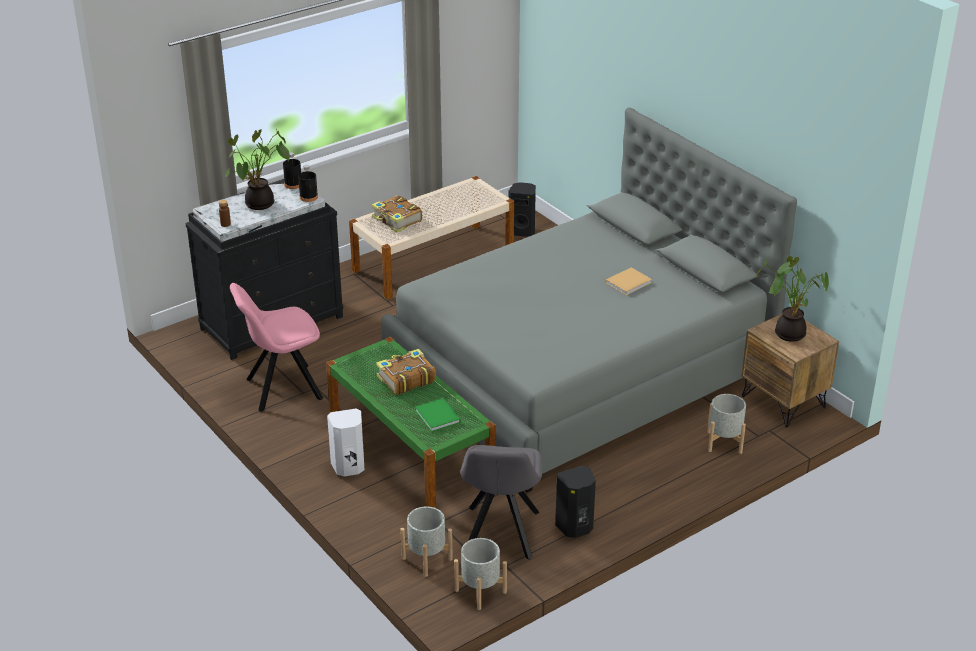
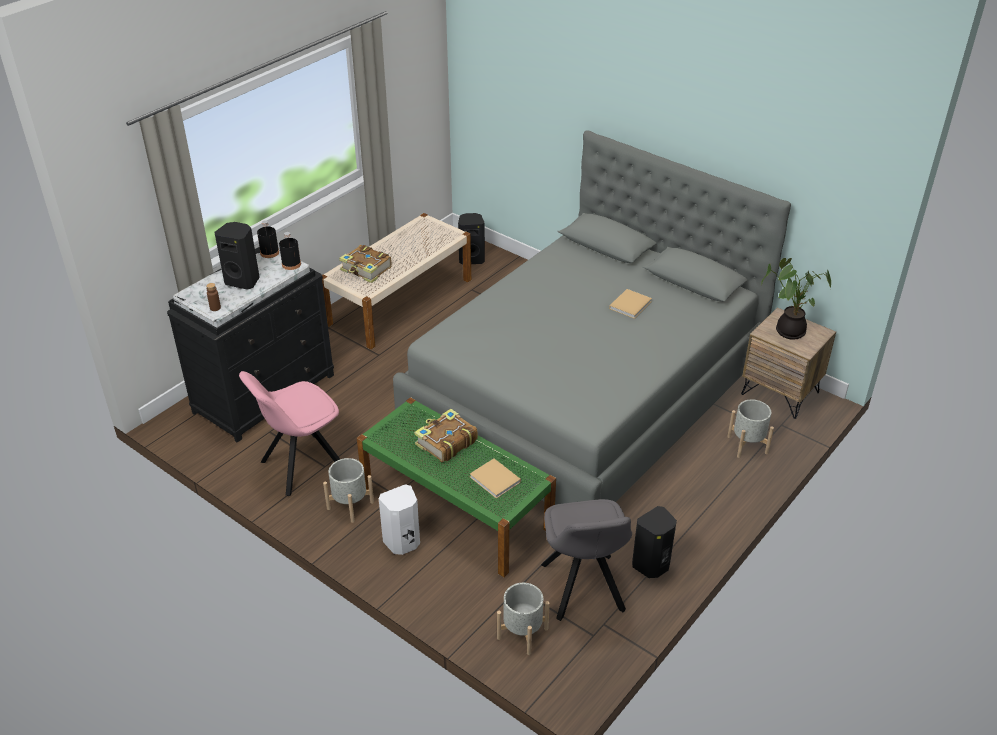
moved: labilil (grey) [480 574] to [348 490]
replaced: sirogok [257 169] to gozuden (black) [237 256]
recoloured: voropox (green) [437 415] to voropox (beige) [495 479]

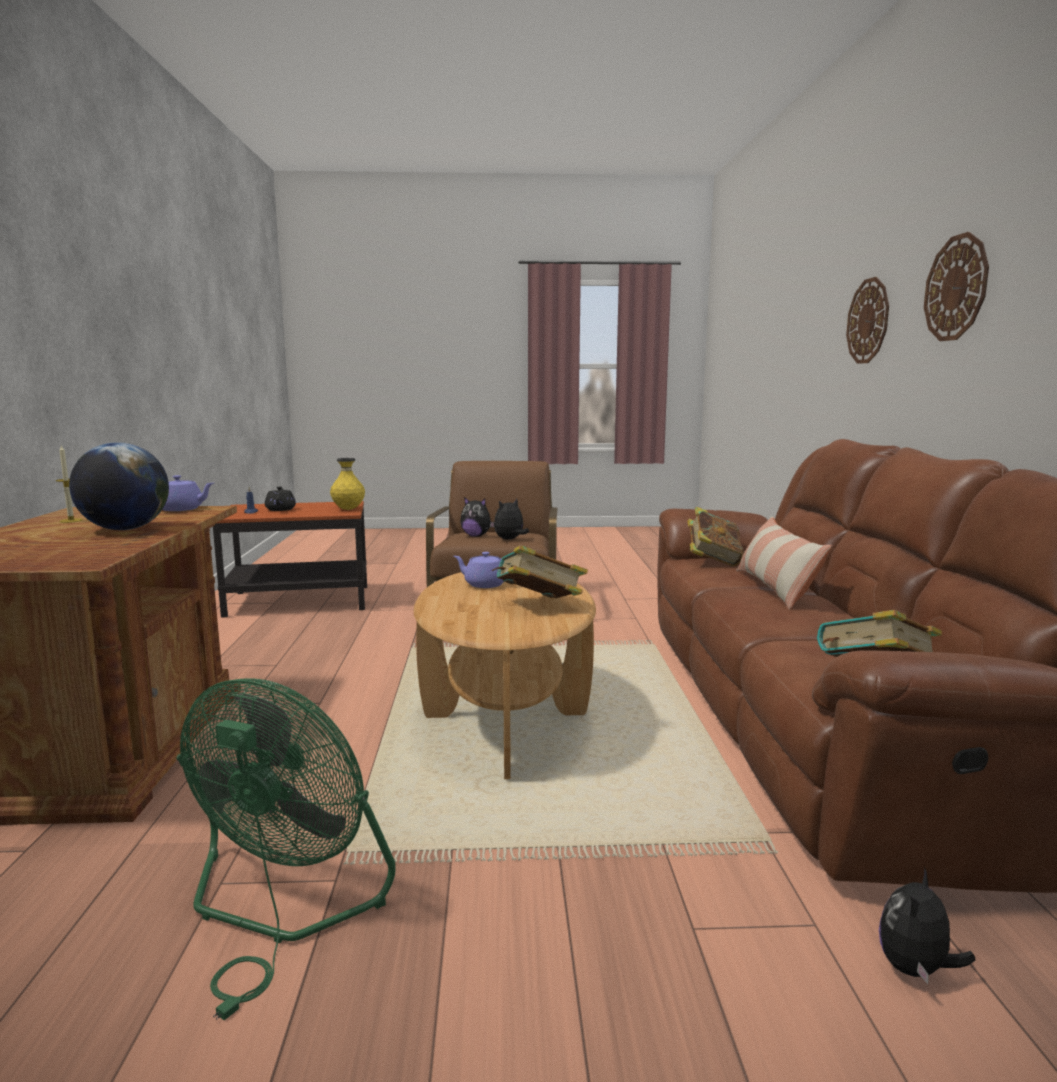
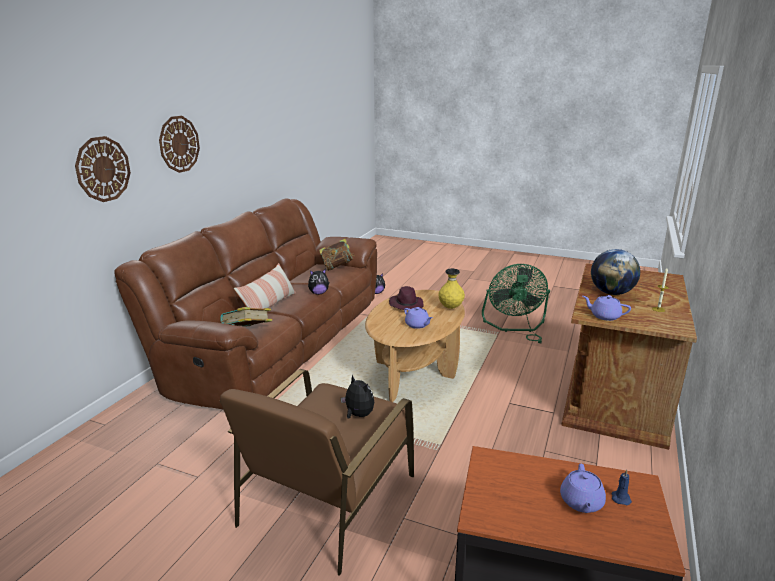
moved: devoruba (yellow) [347 484] to [451 289]; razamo [511 519] to [318 282]
replaced: voropox [540 571] to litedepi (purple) [406 298]
recoloured: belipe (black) [280 499] to belipe (purple) [583 488]
turned: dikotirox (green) [286 849] = [516 303] 135 degrees clockwise

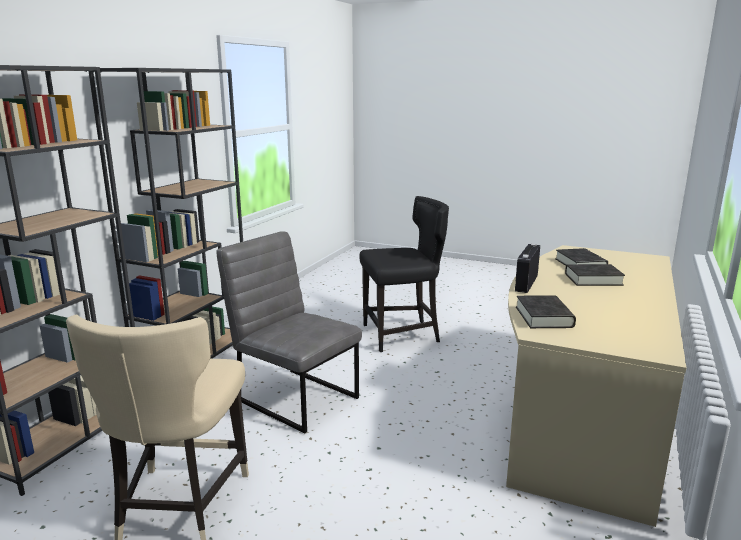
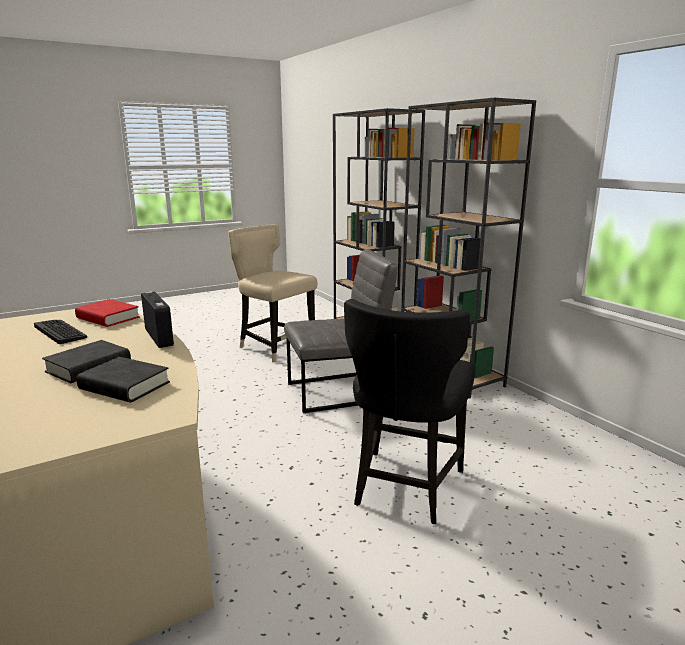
added: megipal [60 332]
recoloured: voropox (black) [546 311] to voropox (red) [107 313]

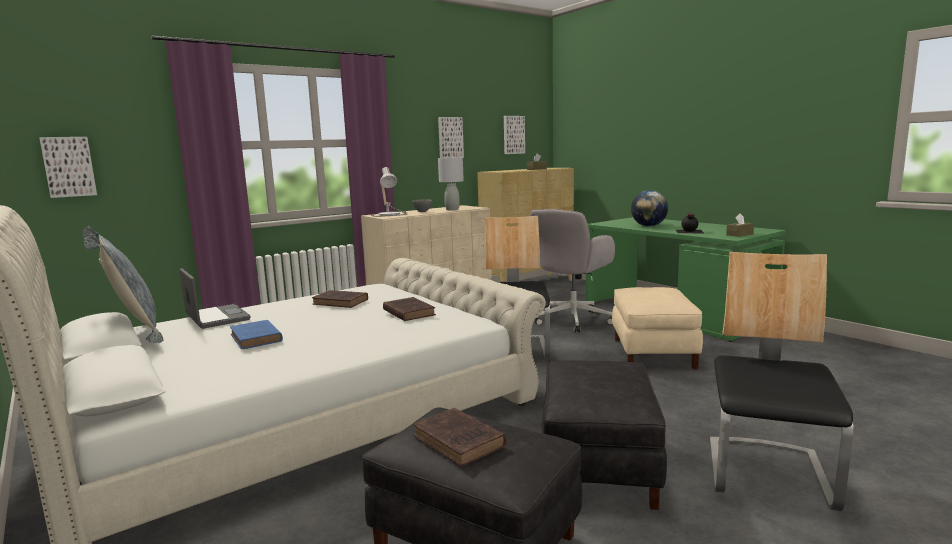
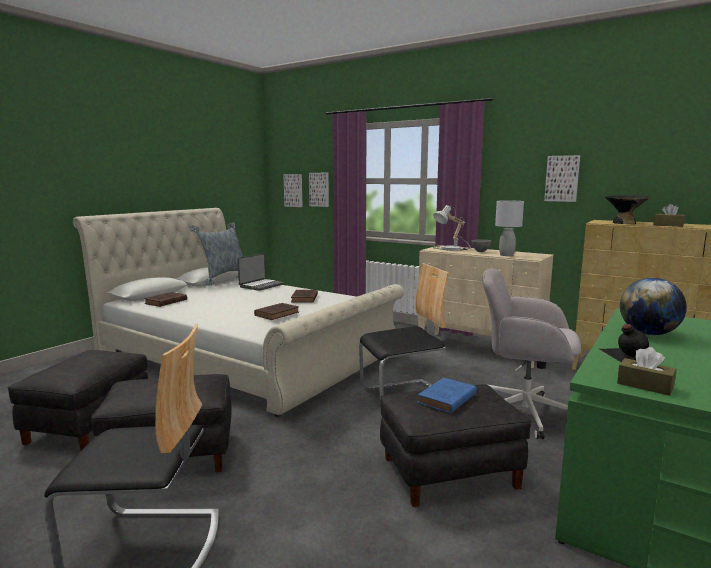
added: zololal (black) [627 209]
moved: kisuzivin [514 135] to [319 190]; voropox (blue) [256 334] to [447 395]; voropox (brown) [459 437] to [165 299]
recoloured: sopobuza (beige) [657 328] to sopobuza (black) [455 445]

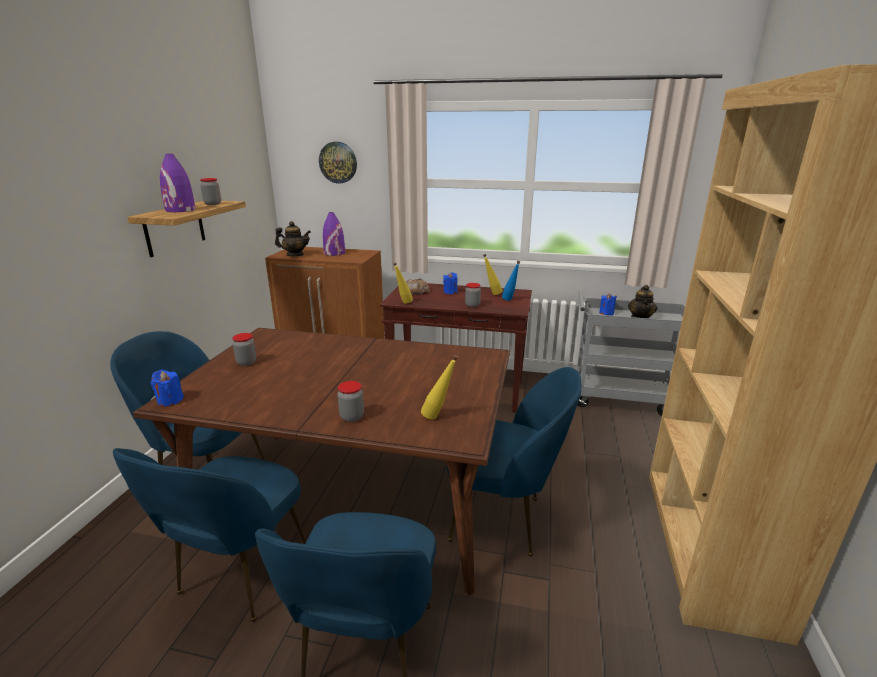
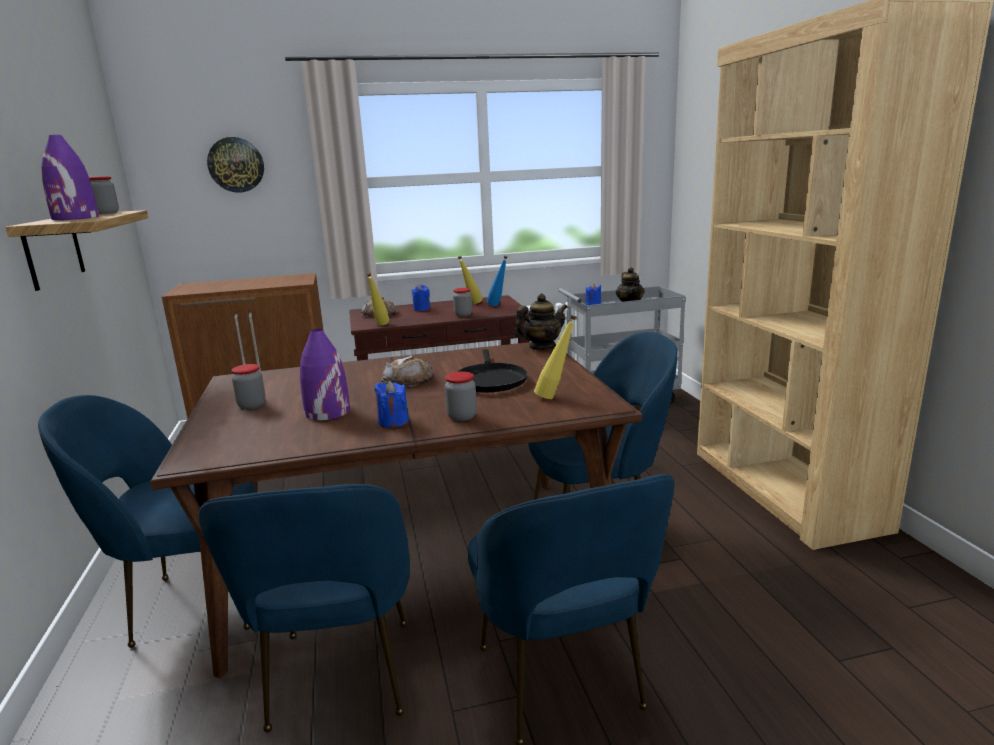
added: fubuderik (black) [492 370]; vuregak [407 371]
moved: devoruba (purple) [334 234] to [325 374]; belipe [293 238] to [541 322]; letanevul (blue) [167 388] to [392 404]

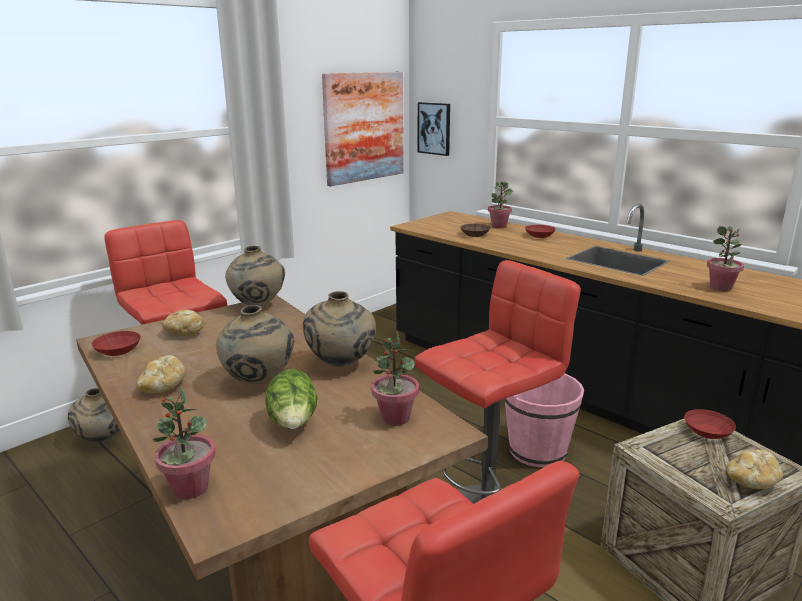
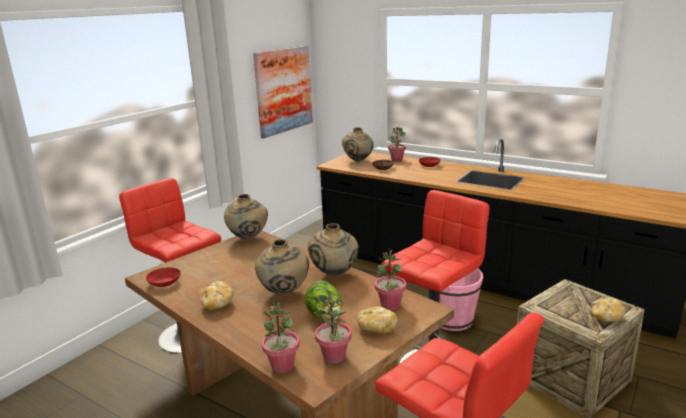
removed: kisuzivin [434 129]; zololal (red) [710 424]
moved: sirogok [725 258] to [333 328]; vuregak [183 323] to [377 319]; devoruba (beige) [94 415] to [357 144]

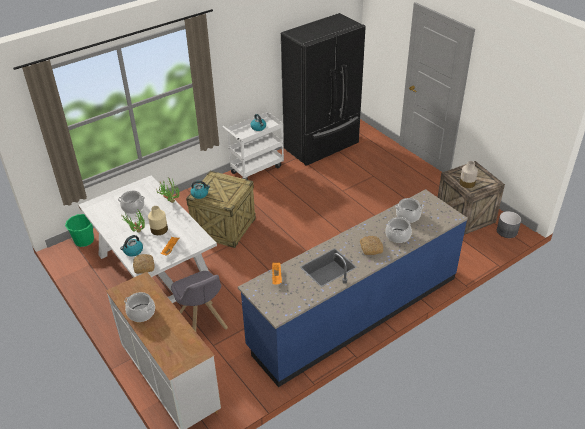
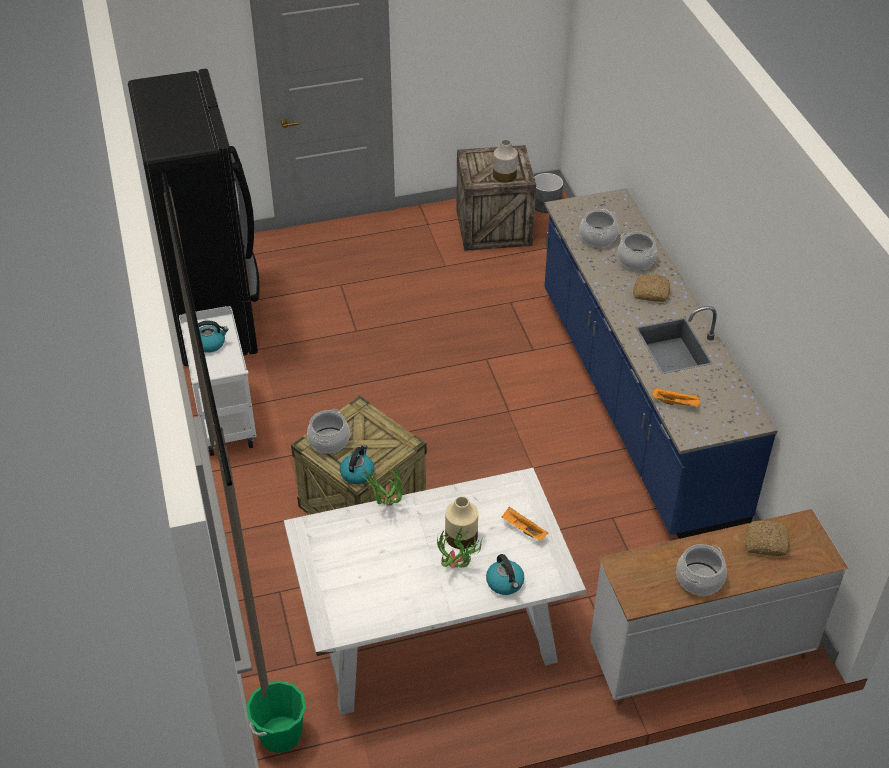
removed: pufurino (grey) [199 301]
moved: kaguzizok [131 202] to [328 431]; vuregak [144 264] to [766 538]

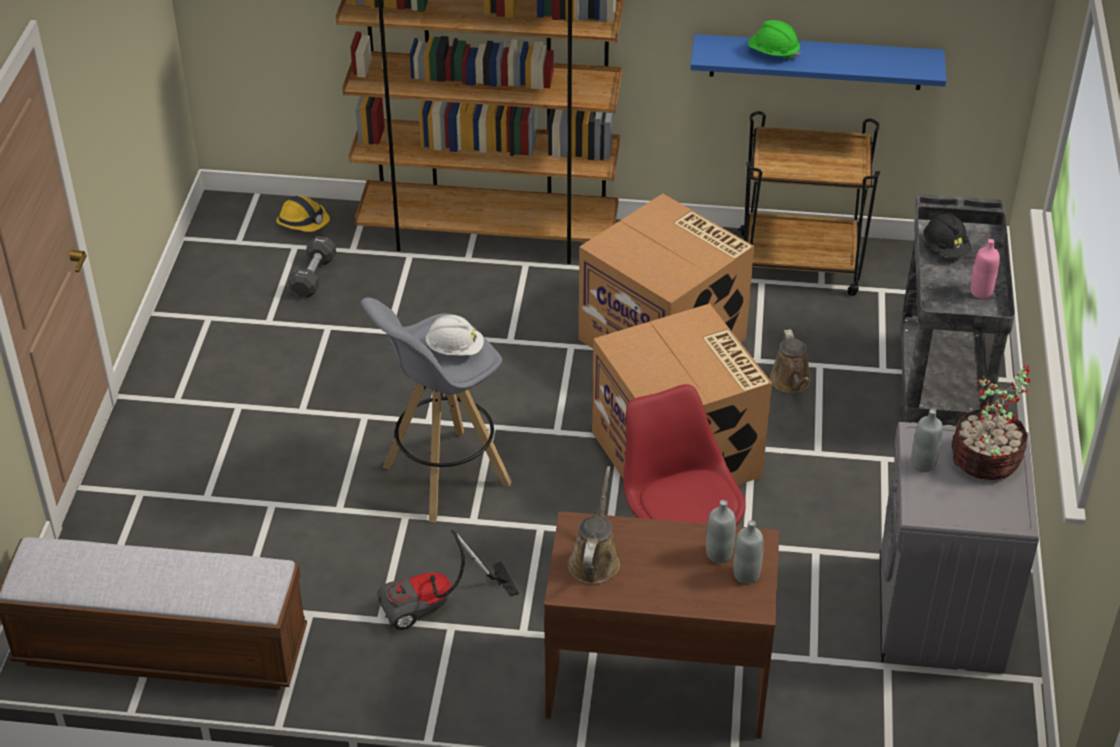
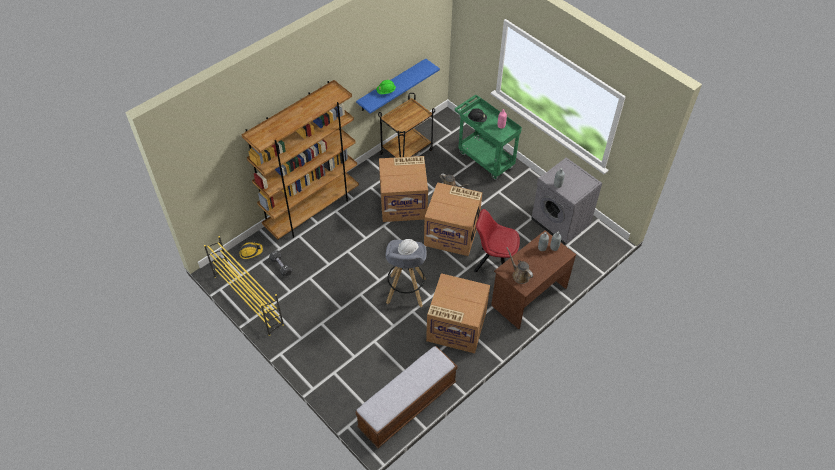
removed: sirogok [991 422]
added: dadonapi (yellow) [244 286]
replaced: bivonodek [448 579] to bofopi [458 313]
recoloured: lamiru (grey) [958 310] to lamiru (green) [488 137]

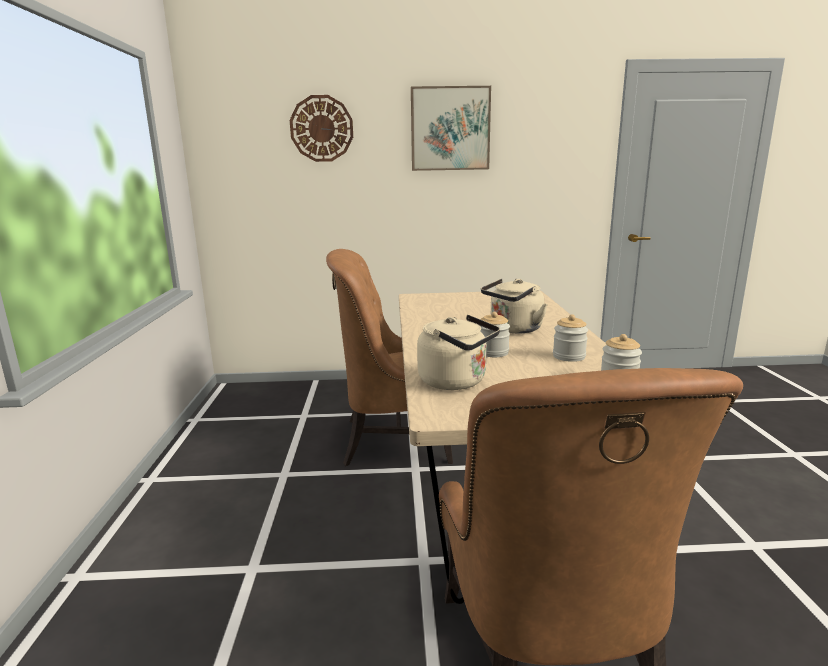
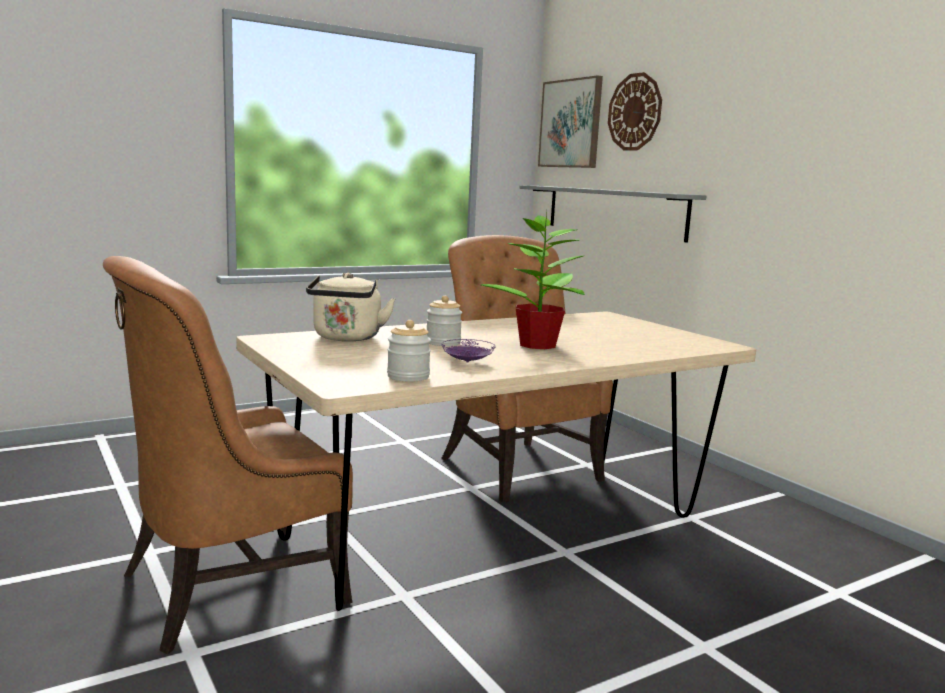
added: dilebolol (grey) [613 214]
moved: kisuzivin [451 128] to [570 121]
replaced: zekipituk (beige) [514 306] to sirogok [533 280]; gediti [570 338] to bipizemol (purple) [468 351]

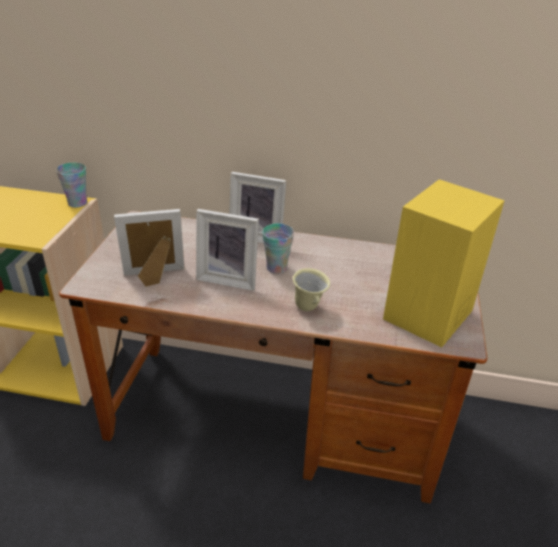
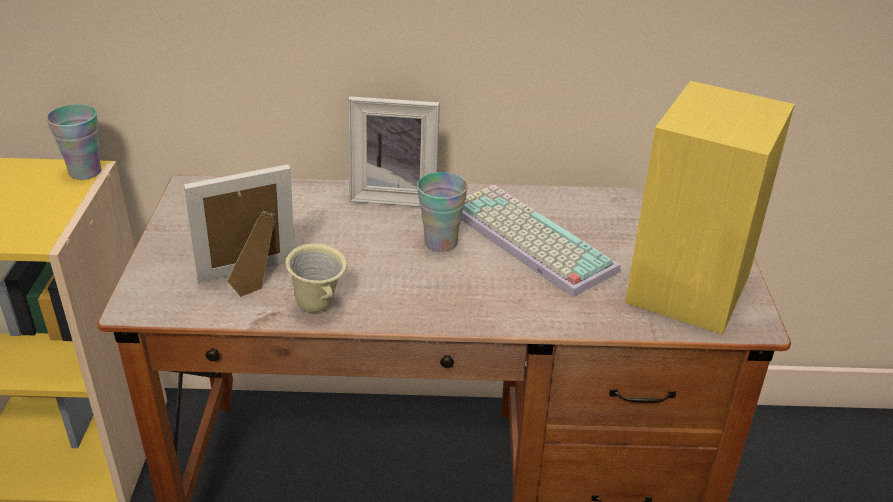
removed: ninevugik [227 250]
added: megipal [541 241]
moved: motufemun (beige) [311 289] to [316 278]

